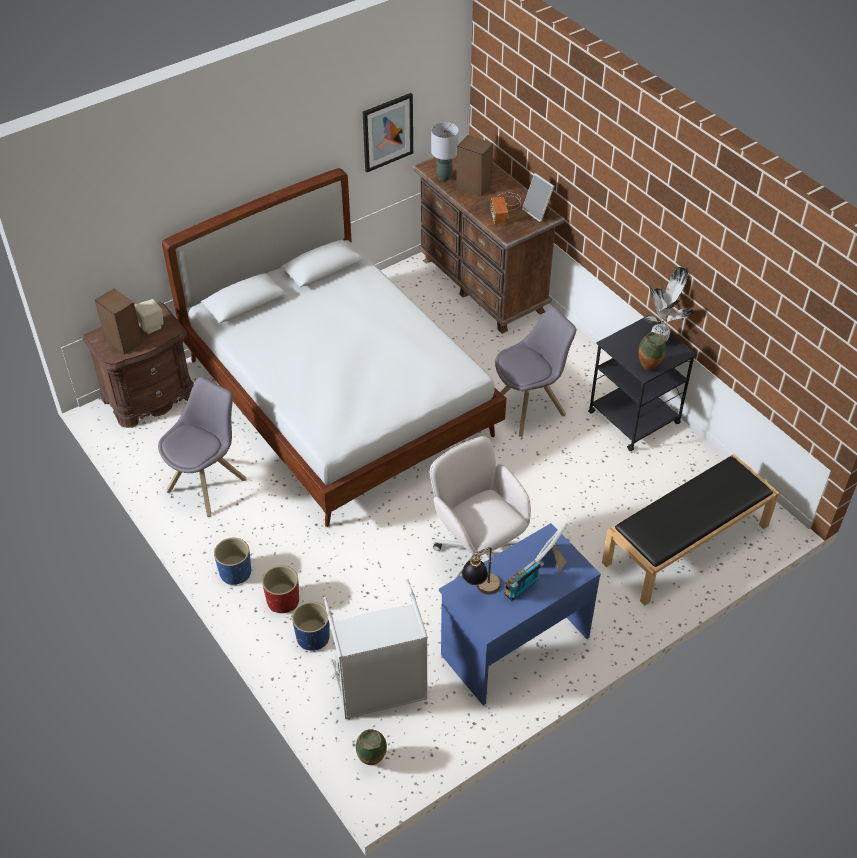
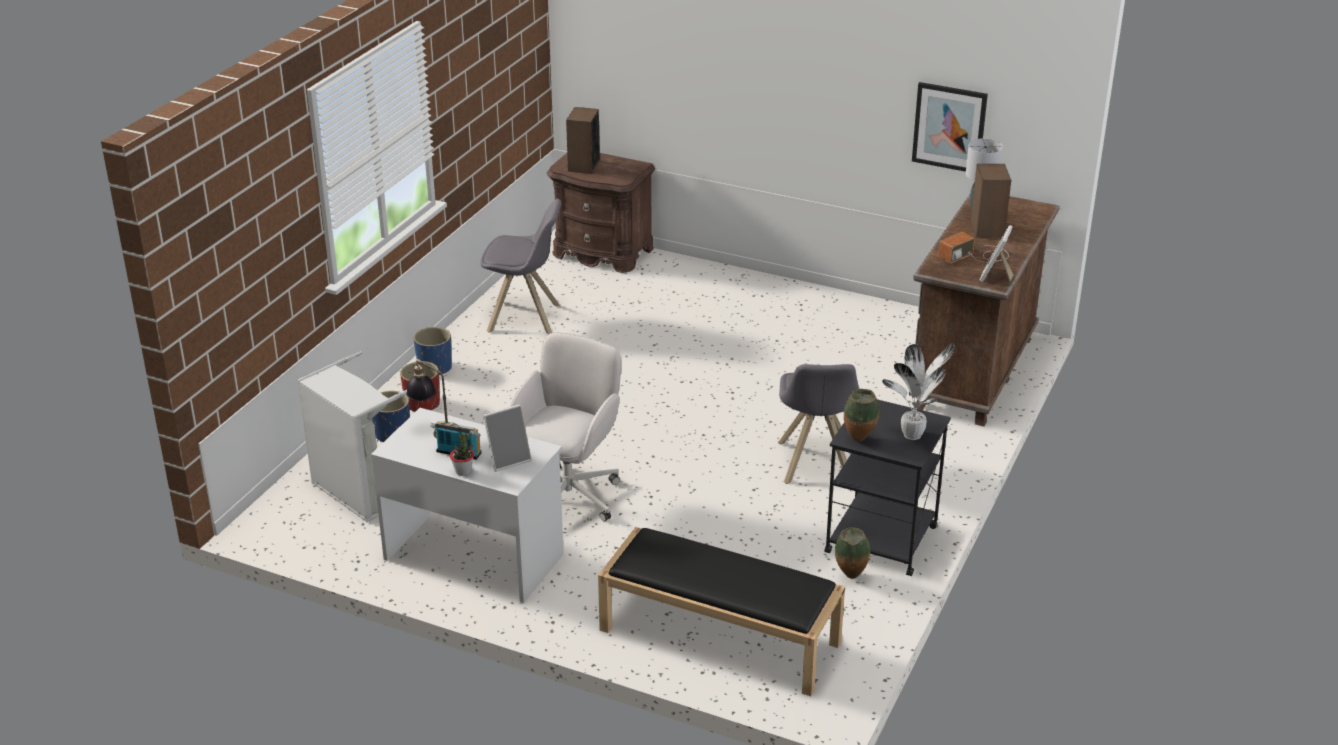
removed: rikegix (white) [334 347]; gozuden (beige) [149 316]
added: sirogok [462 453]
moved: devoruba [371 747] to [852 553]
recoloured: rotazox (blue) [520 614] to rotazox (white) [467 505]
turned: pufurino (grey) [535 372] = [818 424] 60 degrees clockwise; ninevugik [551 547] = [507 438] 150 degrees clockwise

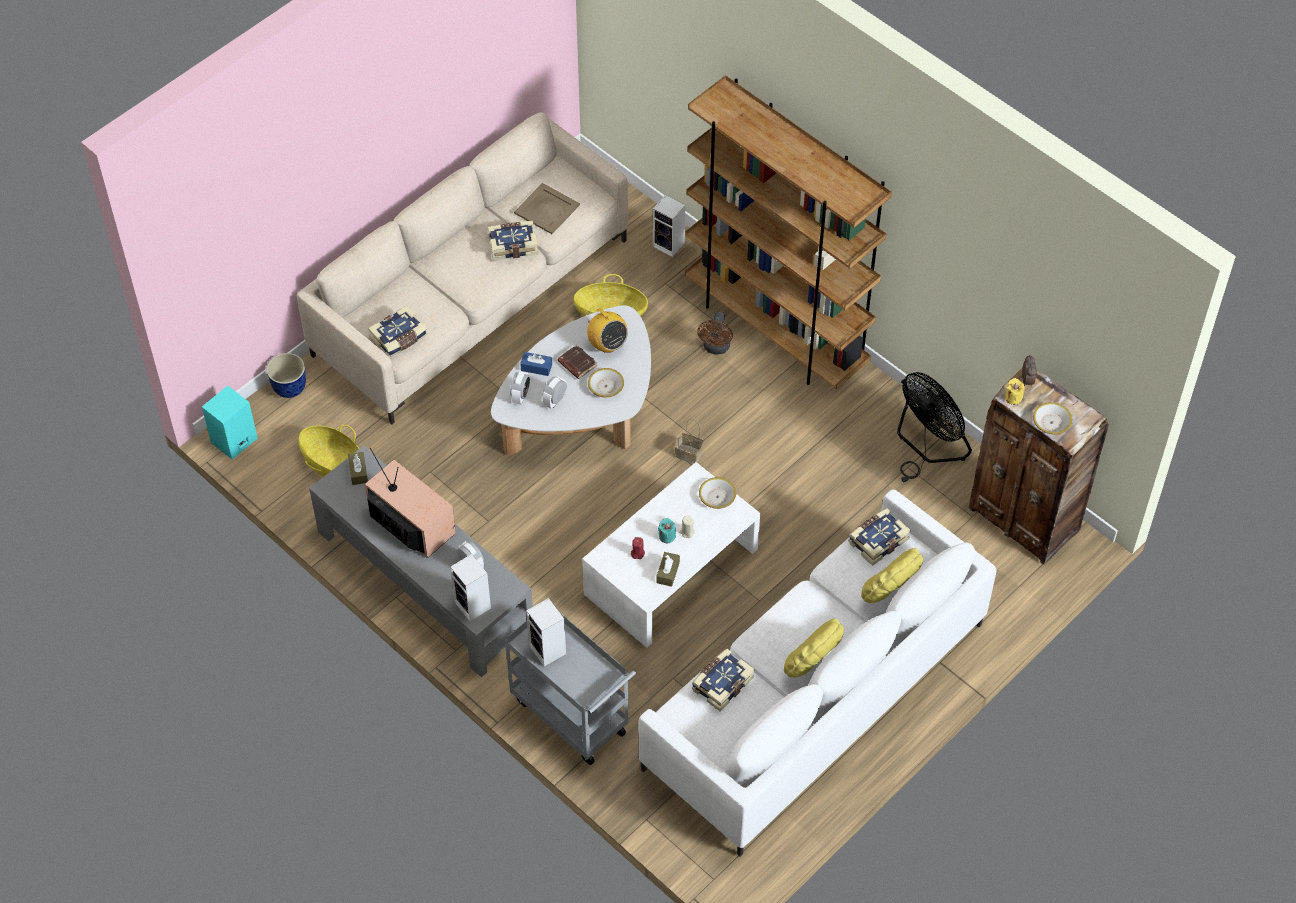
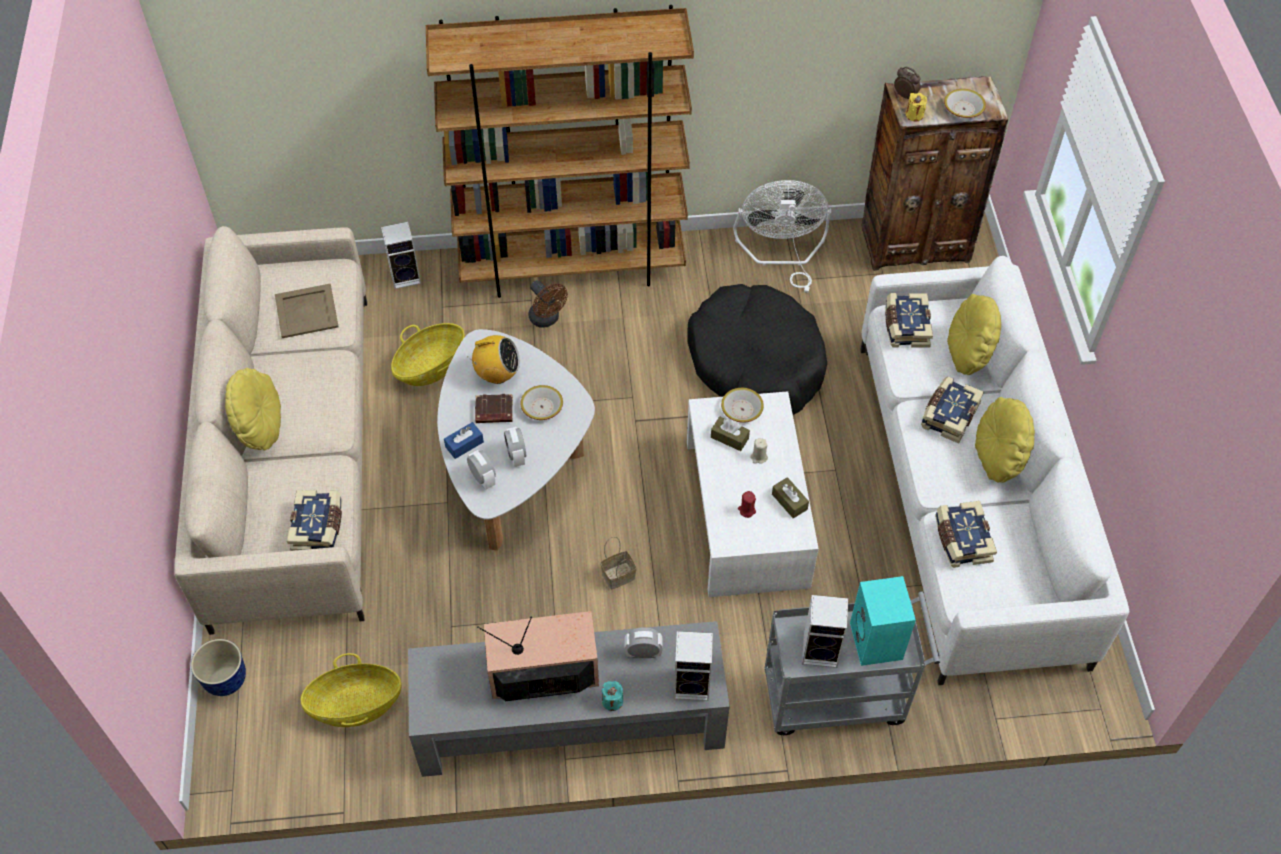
added: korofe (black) [757 349]; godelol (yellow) [253 409]
moved: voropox [513 241] to [952 410]; gozuden (turquoise) [230 423] to [883 621]; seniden [689 441] to [618 562]; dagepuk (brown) [358 468] to [730 434]; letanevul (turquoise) [667 530] to [612 696]
recoloured: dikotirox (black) [934 427] to dikotirox (white) [782 236]

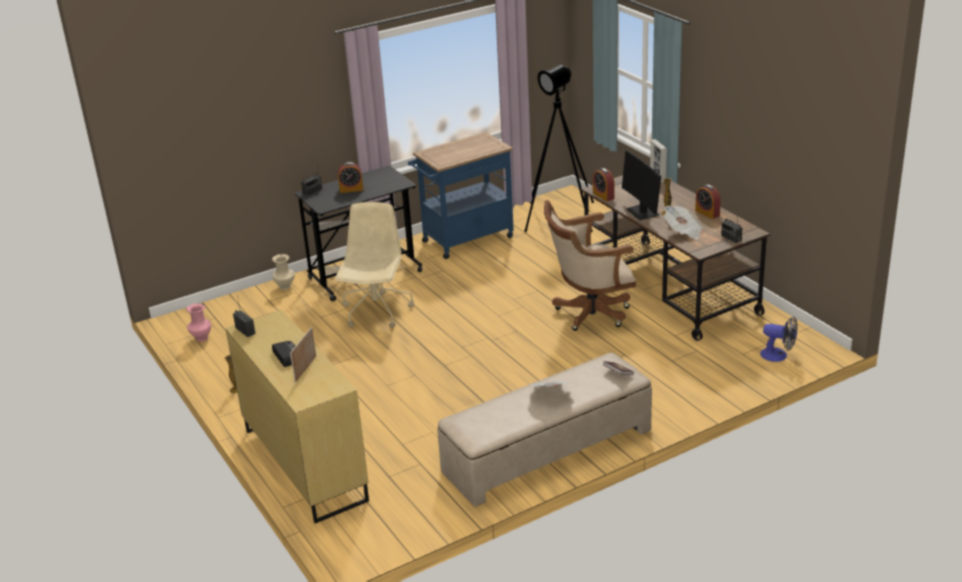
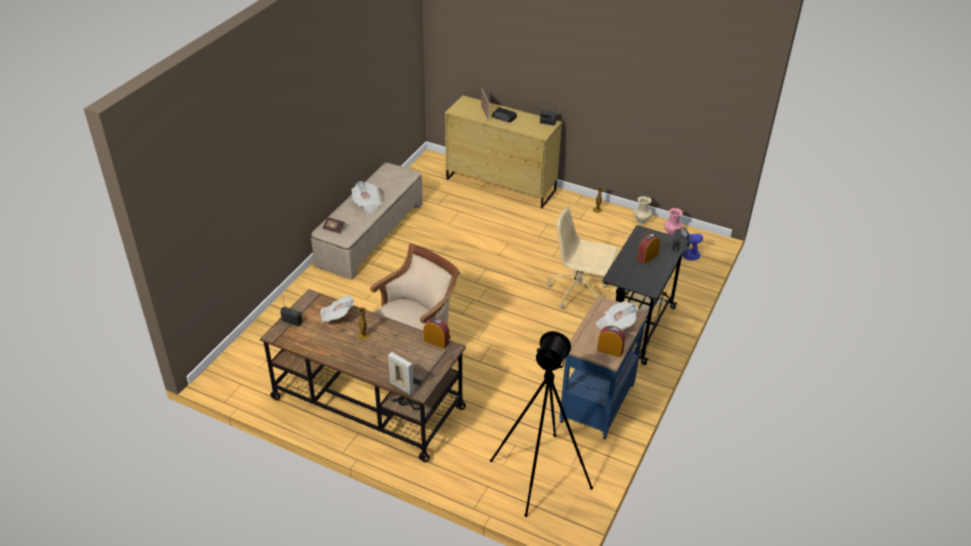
removed: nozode [641 185]
added: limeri [617 315]
moved: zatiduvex [708 202] to [611 341]; devoruba (beige) [283 272] to [643 210]; dikotirox [779 339] to [691 244]
turned: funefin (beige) [374 265] = [583 257] 135 degrees clockwise

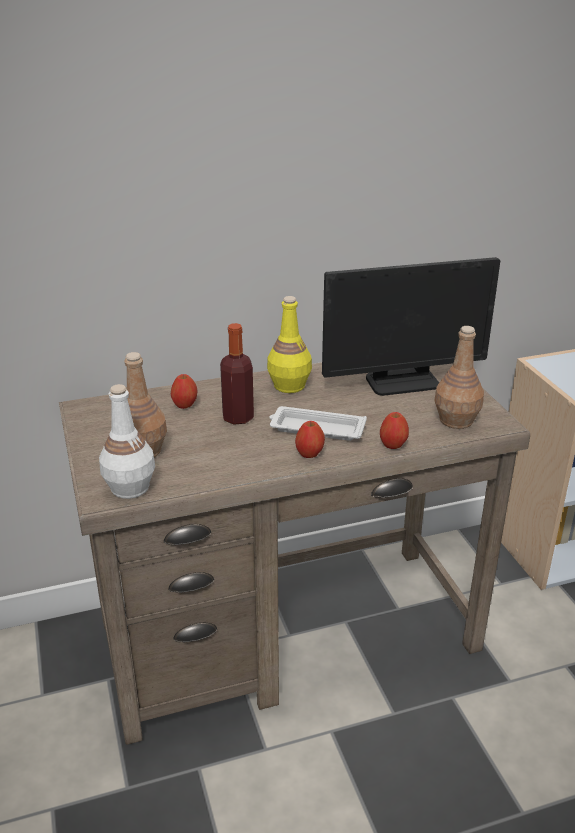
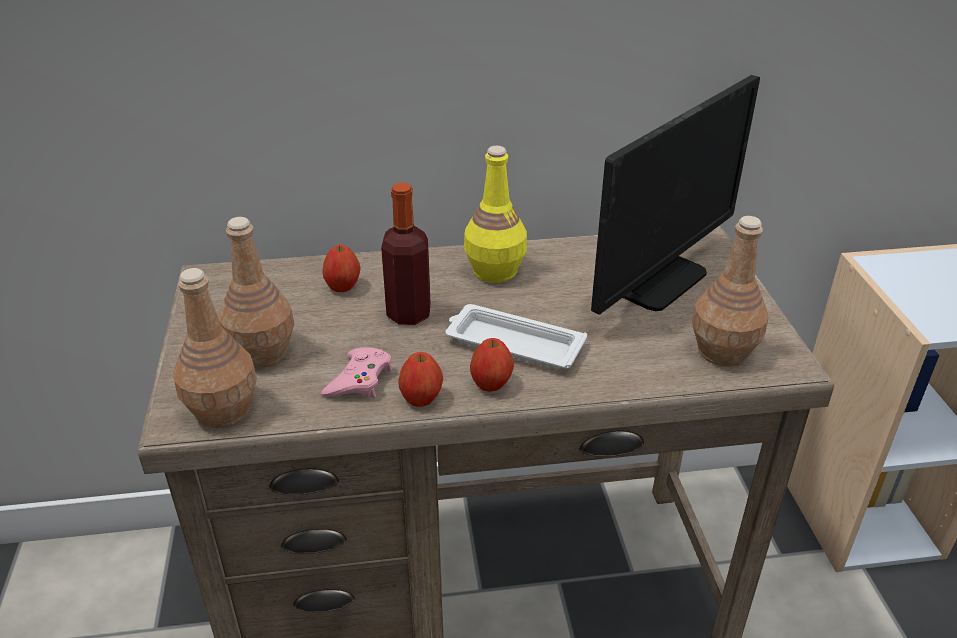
added: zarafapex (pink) [356 372]
moved: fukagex [394 430] to [420 379]
recoloured: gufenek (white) [127 441] to gufenek (brown) [215 348]
turned: nozode [411 326] = [675 195] 45 degrees counterclockwise

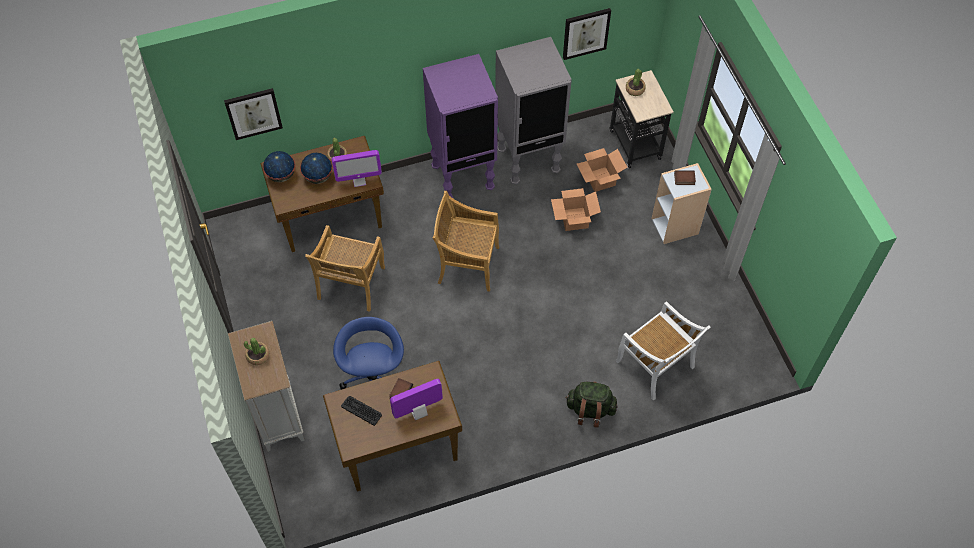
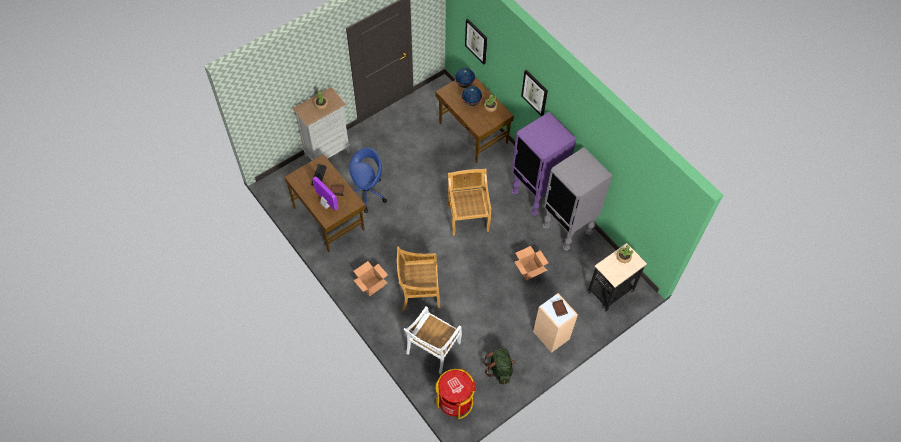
removed: nozode [357 168]
added: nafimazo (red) [455 394]
moved: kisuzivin [587 34] to [534 93]; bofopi [602 170] to [370 278]; pufurino (beige) [345 268] to [418 278]; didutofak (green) [591 404] to [499 366]

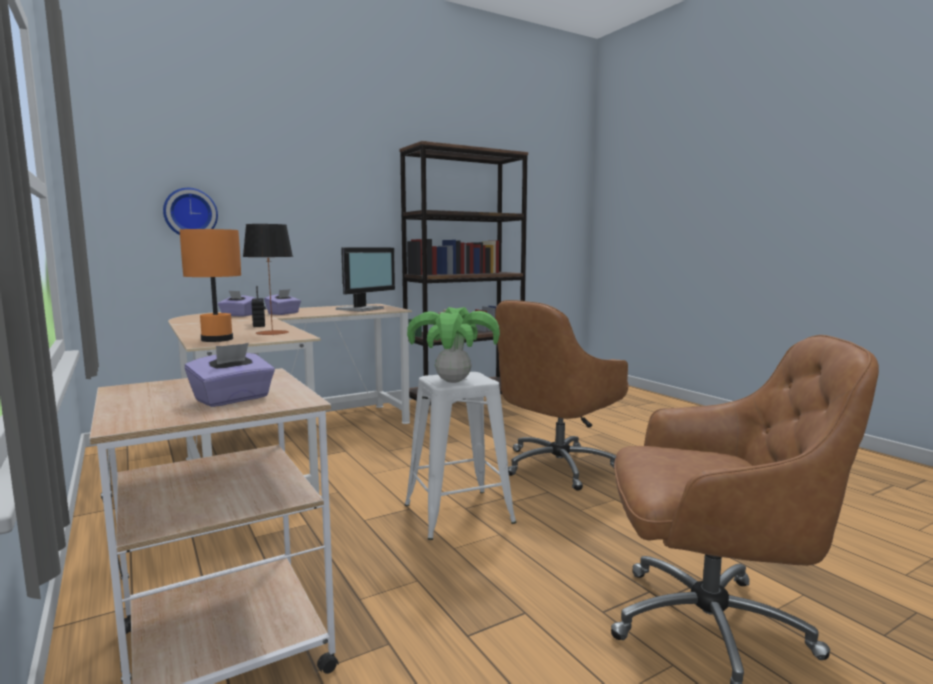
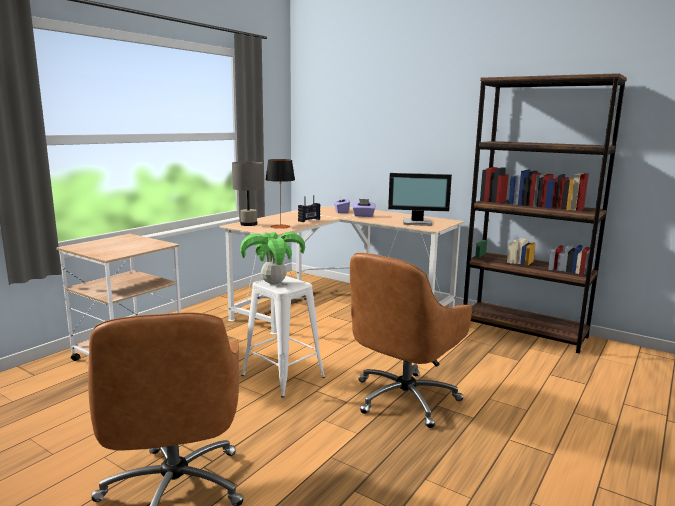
removed: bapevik [190 211]; dagepuk (purple) [230 375]
recoloured: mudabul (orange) [210 285] to mudabul (grey) [247 194]
turned: funefin (brown) [562 395] = [411 340] 75 degrees counterclockwise

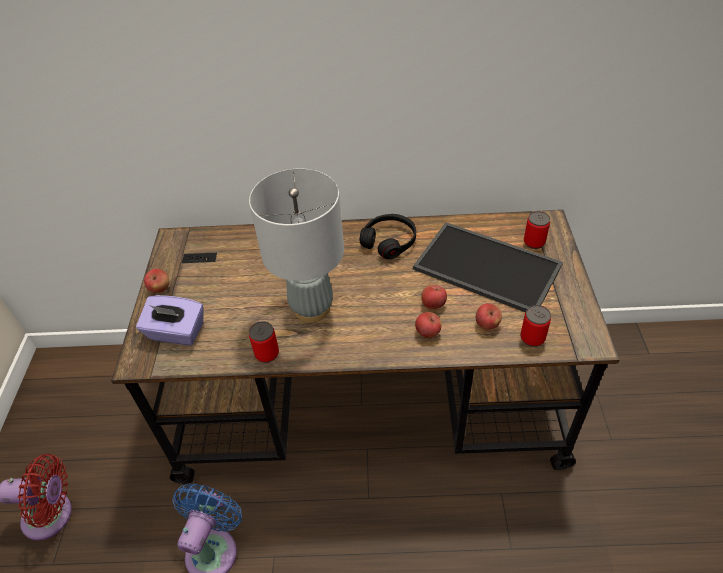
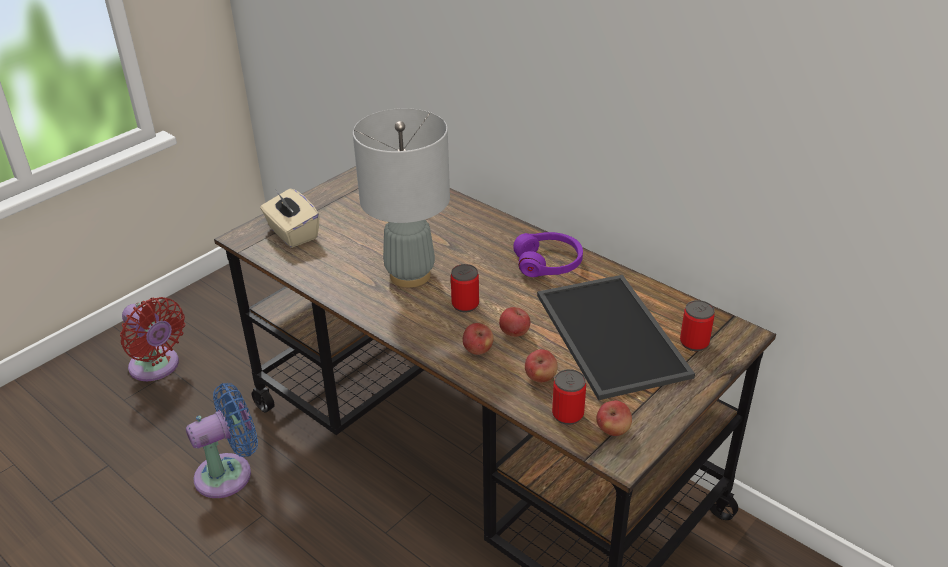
moved: fukagex [156 281] to [614 418]; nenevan [264 342] to [465 288]
recoloured: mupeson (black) [388 236] to mupeson (purple) [548 254]; dagepuk (purple) [170 320] to dagepuk (beige) [290 218]

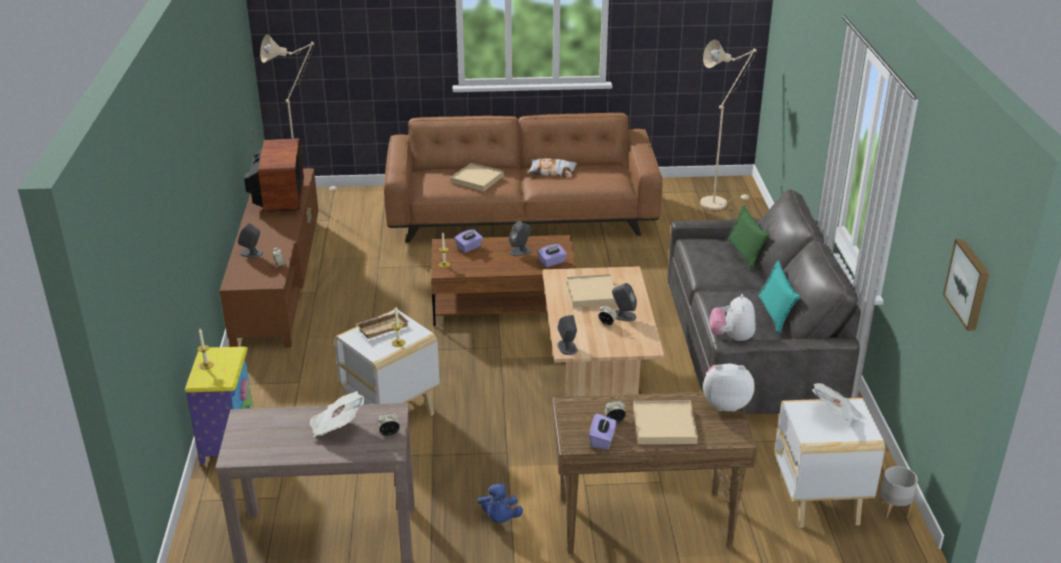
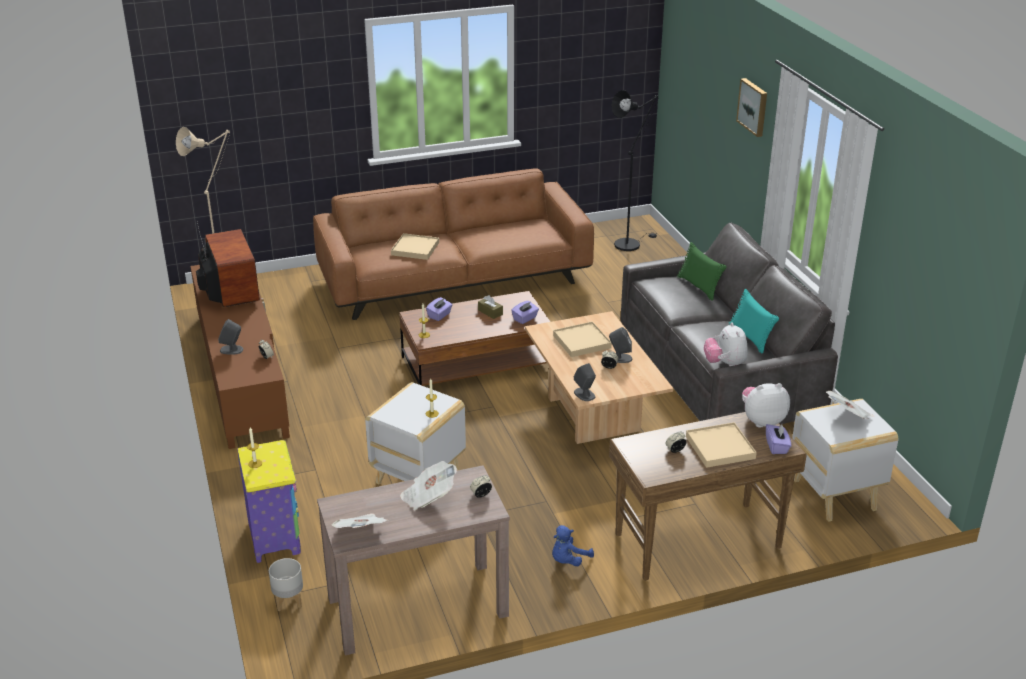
removed: godelol [553 167]; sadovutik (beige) [382 325]
added: limeri [359 520]
moved: kisuzivin [966 285] to [751 107]; dagepuk (purple) [602 432] to [778 439]; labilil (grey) [898 492] to [286 584]
replaced: gozuden (grey) [520 238] to dagepuk (brown) [490 307]
recoloured: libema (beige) [728 125] to libema (black) [635 170]
turned: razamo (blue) [500 503] = [573 545] 60 degrees clockwise

